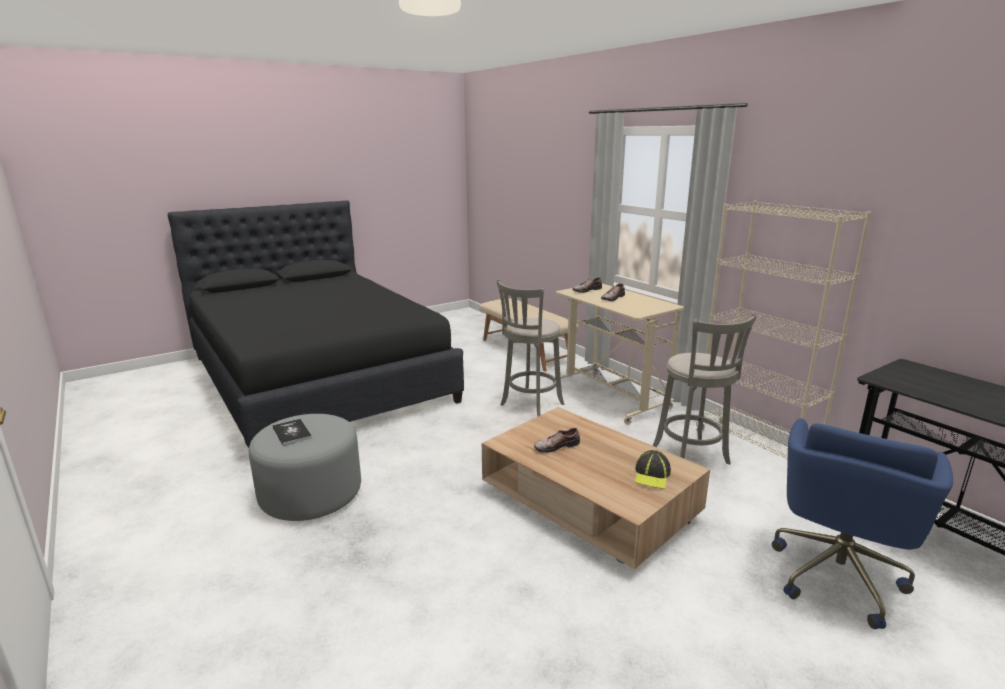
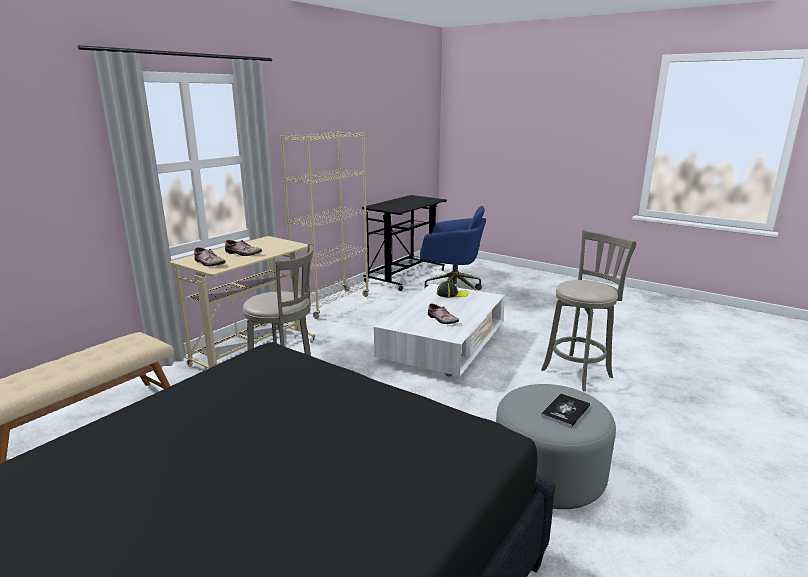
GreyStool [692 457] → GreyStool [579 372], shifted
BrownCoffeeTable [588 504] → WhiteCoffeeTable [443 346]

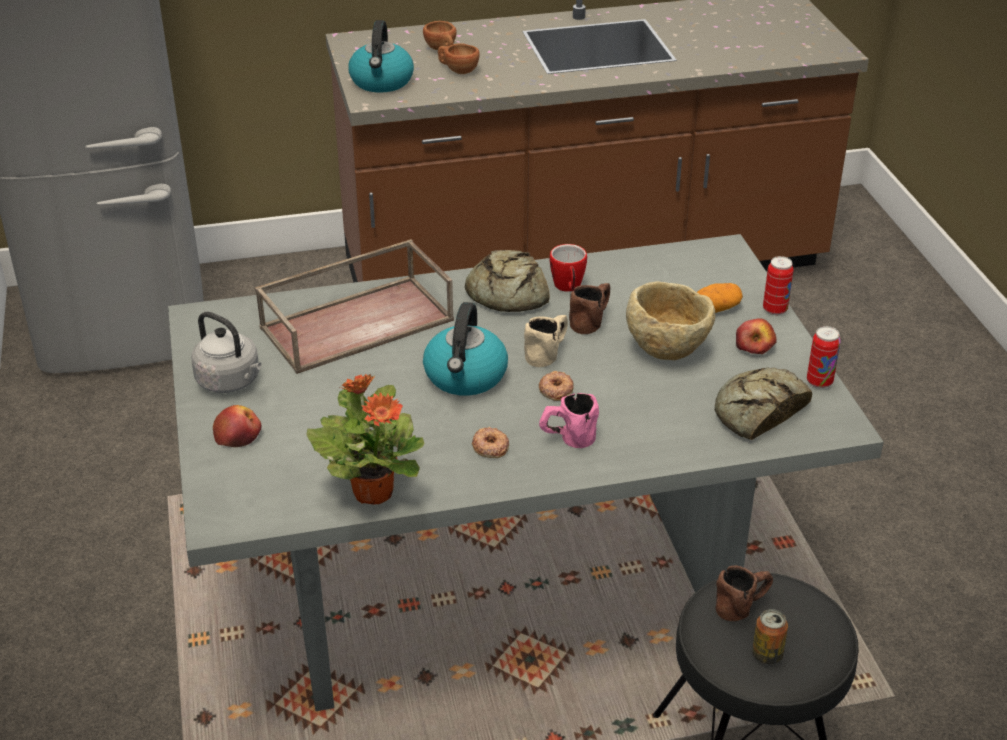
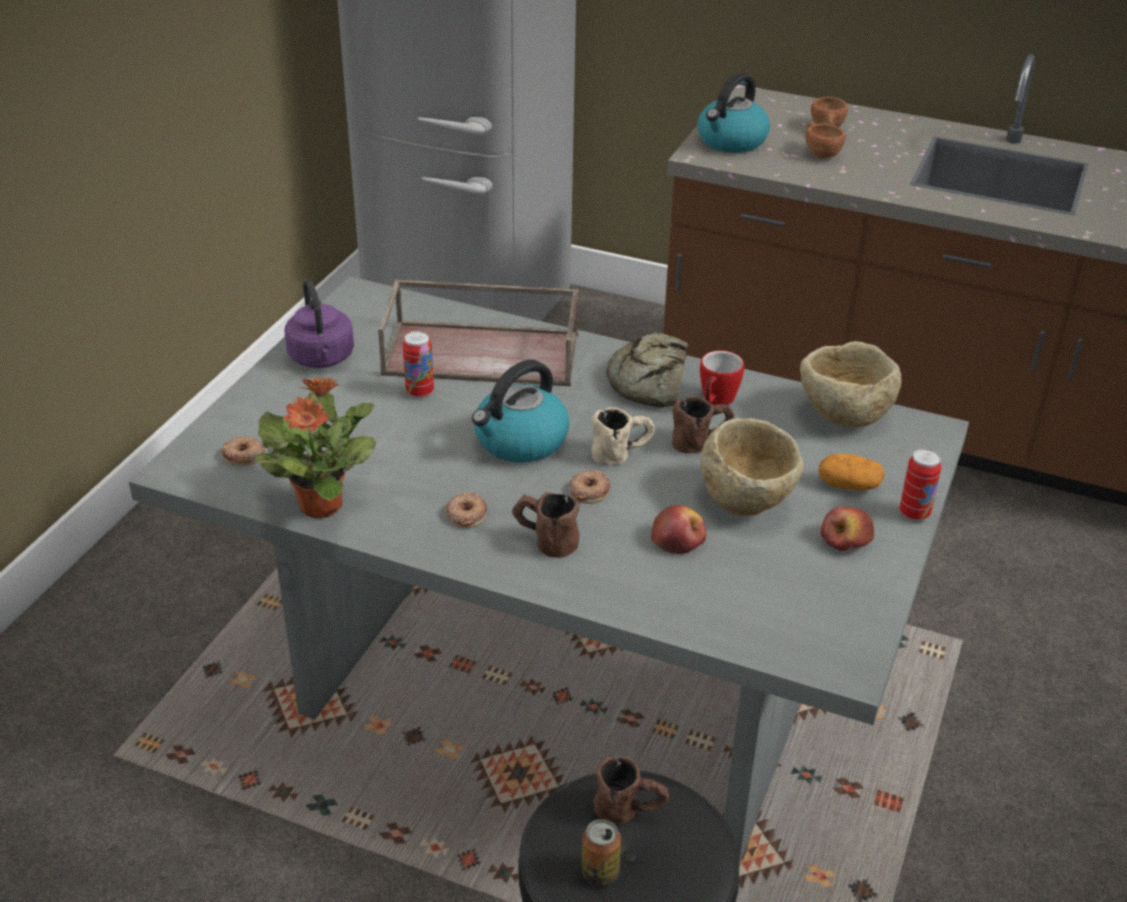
Bread [758 411] → -
- → Donut [243 456]
- → BeigeBowl [843 415]
Apple [238 435] → Apple [678 539], shifted
Can [819 382] → Can [419 392], shifted
GreyKettle [231 381] → PurpleKettle [322 359]
PinkMug [567 439] → BrownMug [544 541]

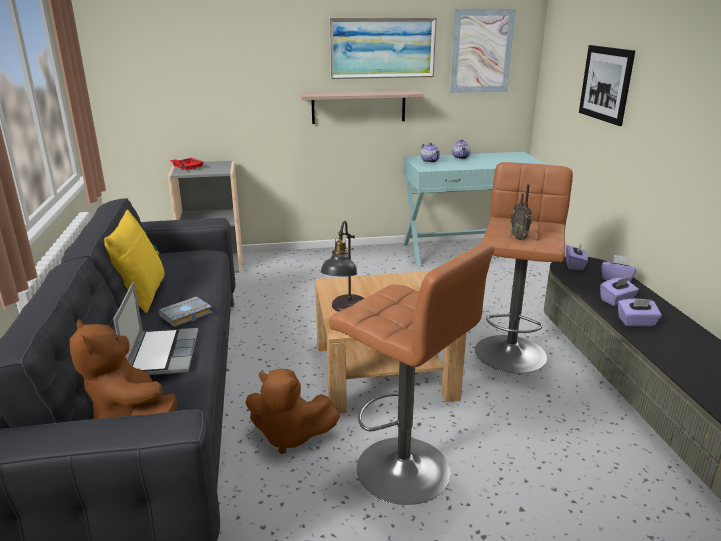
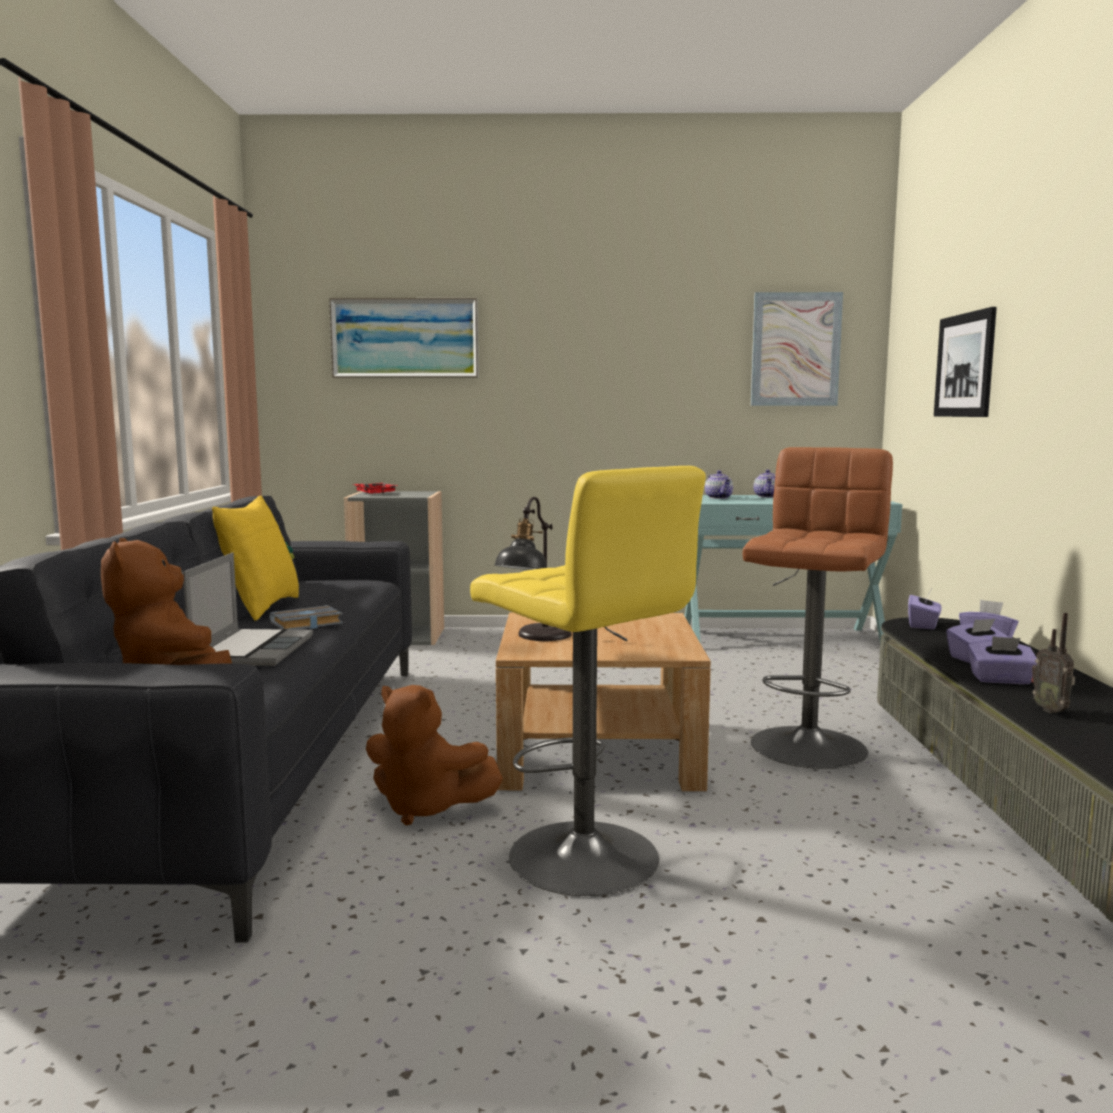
Shelf [358 107] → -
Picture [382 48] → Picture [405 338], shifted
Radio [519 238] → Radio [1051 710], shifted
BrownStool [403 470] → YellowStool [583 858]

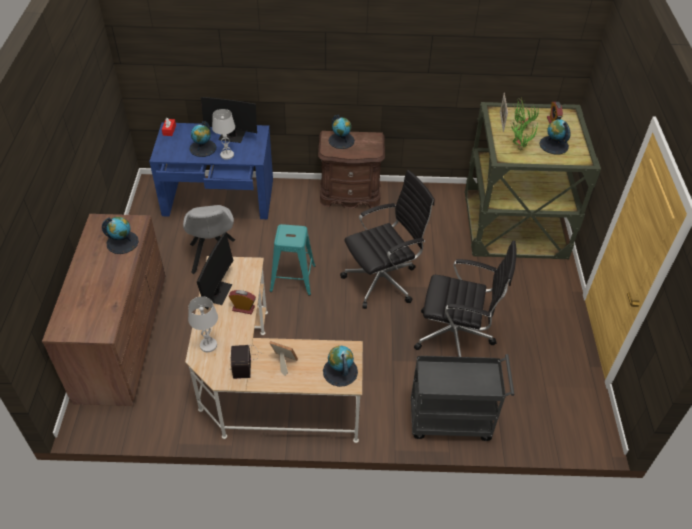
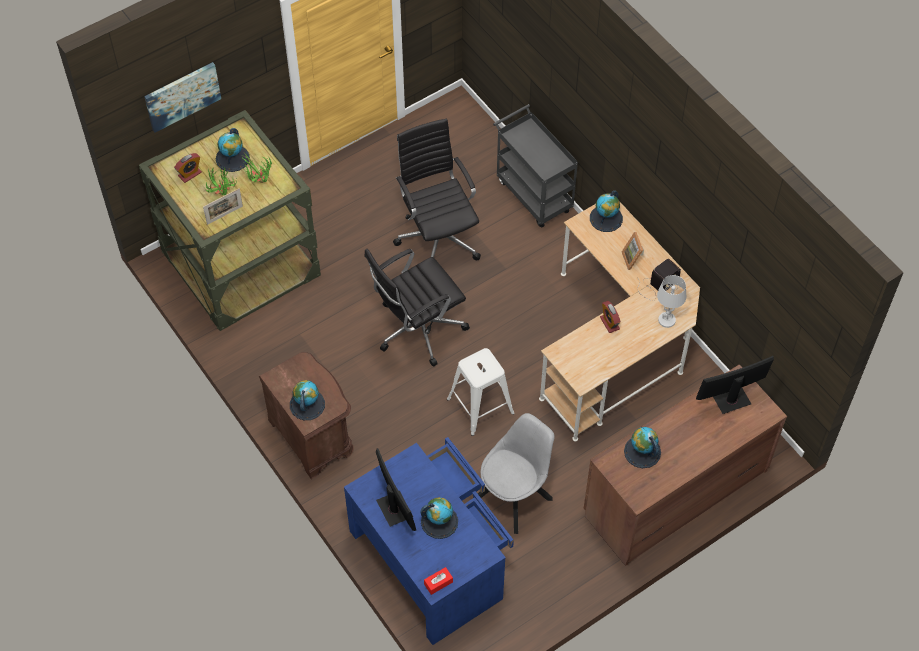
WhiteTableLamp [227 155] → -
- → Picture [182 96]
Monitor [217 292] → Monitor [731 399], shifted
TurquoiseStool [293 278] → WhiteStool [479 405]
BlackOfficeChair [383 280] → BlackOfficeChair [417 329], 60 degrees counterclockwise

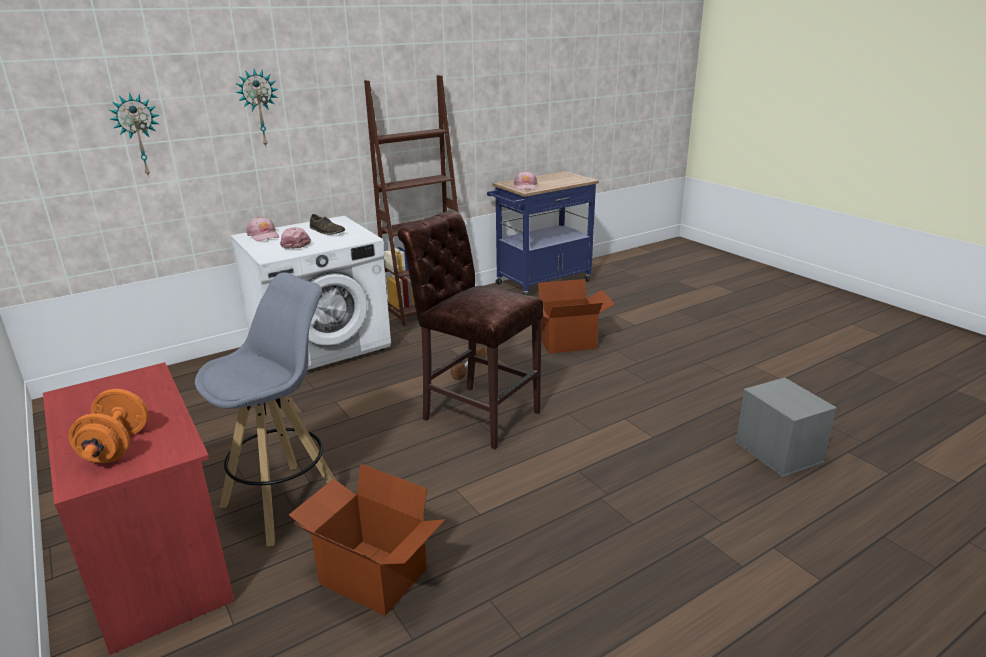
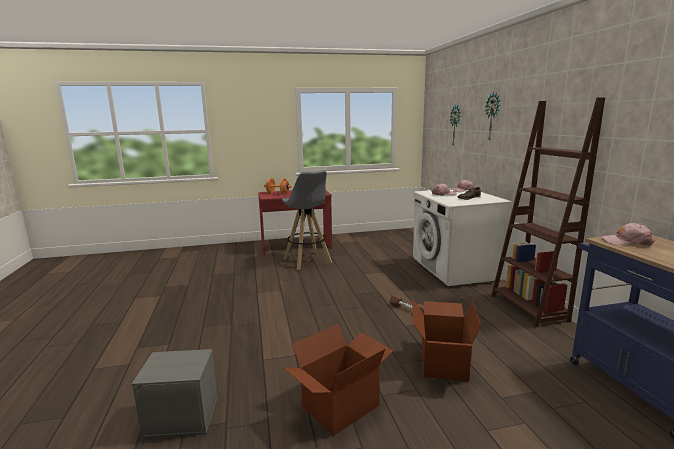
BrownStool [476 413] → -
CardboardBox [372 578] → CardboardBox [339 405], shifted

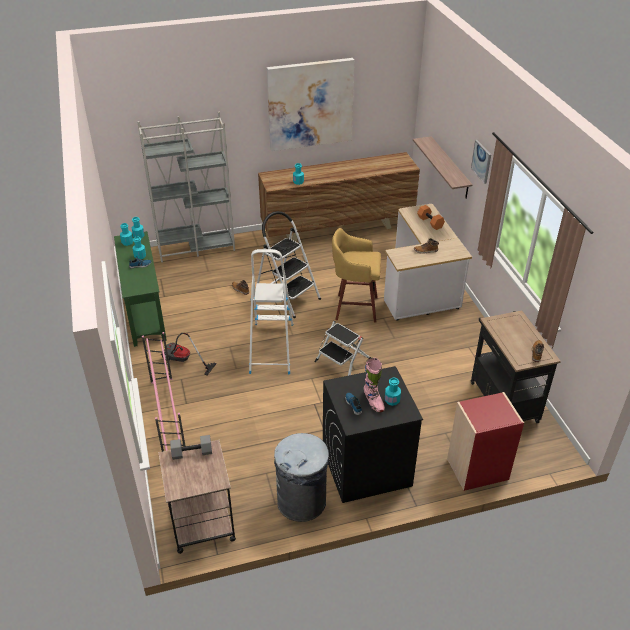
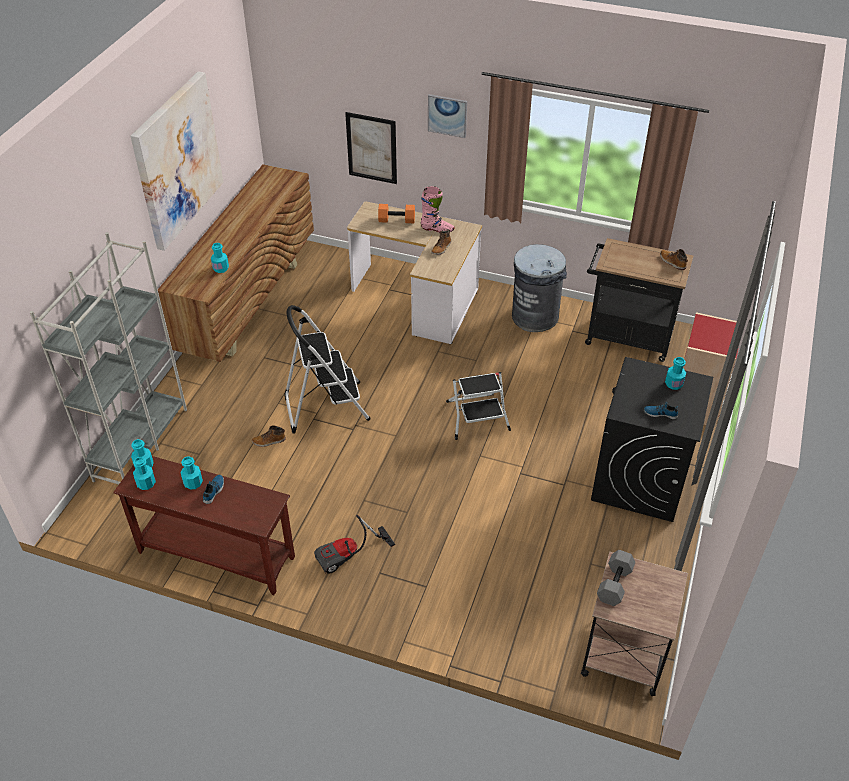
PinkShoeRack [168 419] → -
WhiteStepLadder [272 347] → -
YellowStool [354 308] → -
GreyTrashCan [302 501] → GreyTrashCan [535 316], shifted
PinkBoot [373 401] → PinkBoot [437 229], shifted
Shelf [449 168] → Picture [371 148]
GreenConsoleTable [144 312] → BrownConsoleTable [216 555]

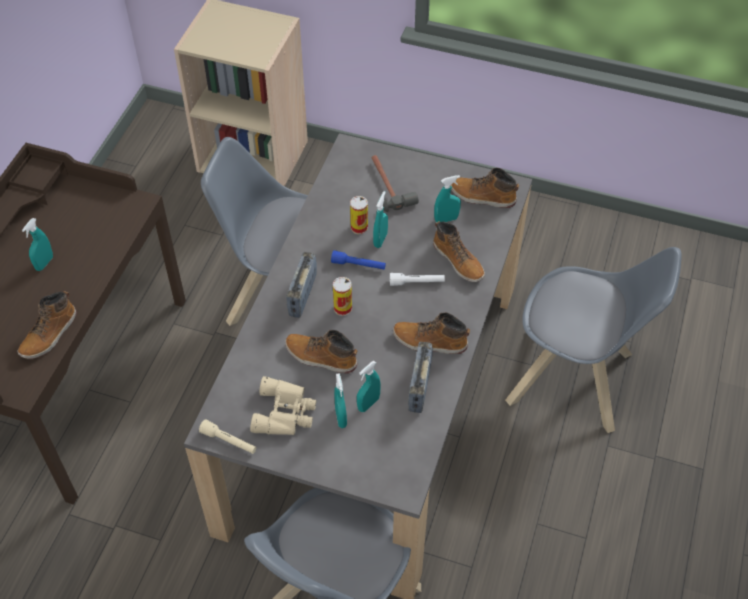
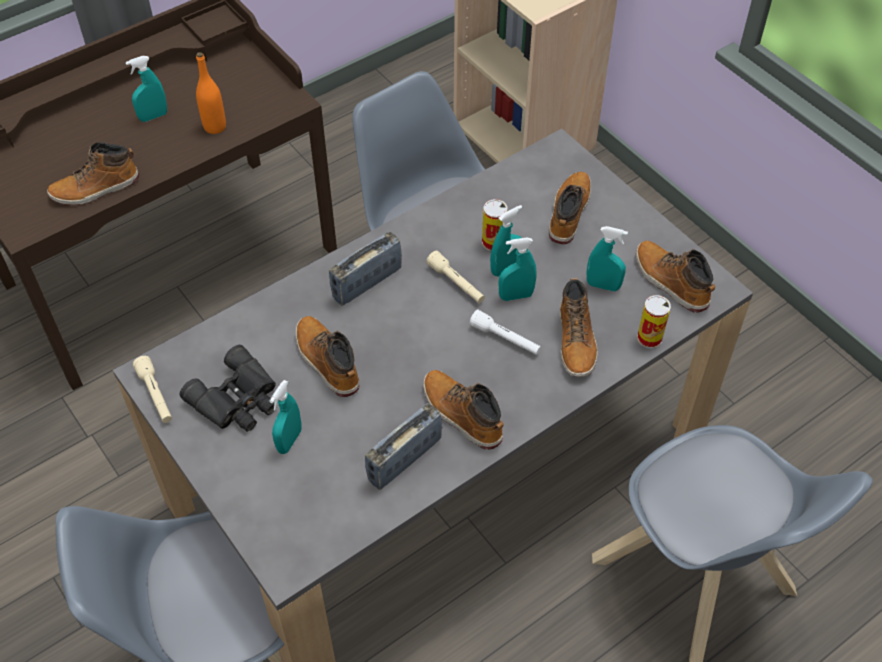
- → OrangeBottle [215 127]
Can [343 308] → Can [649 338], shifted
TurquoiseSprayBottle [368 404] → TurquoiseSprayBottle [516 296], shifted
Hammer [388 185] → Boot [568 212]
BeigeBinoculars [286 412] → BlackBinoculars [238 400]
BlueFlashlight [358 265] → BeigeFlashlight [456 283]

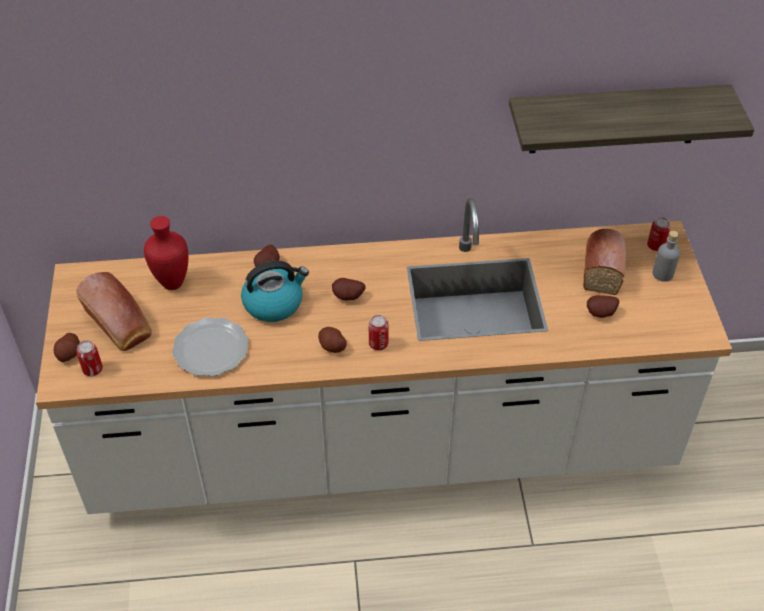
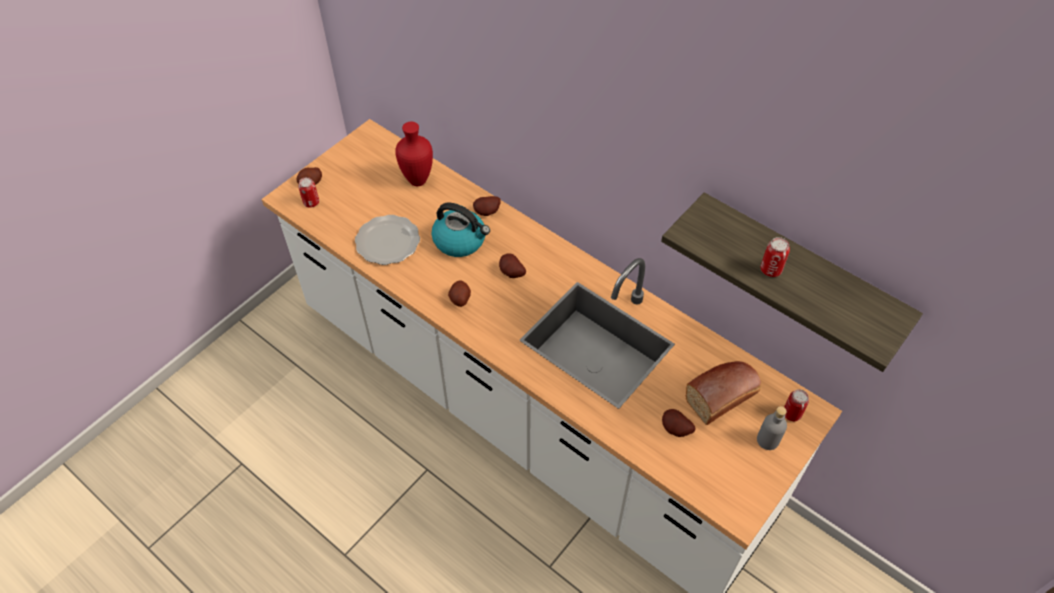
Bread [119 325] → -
Can [378 344] → Can [770 269], shifted

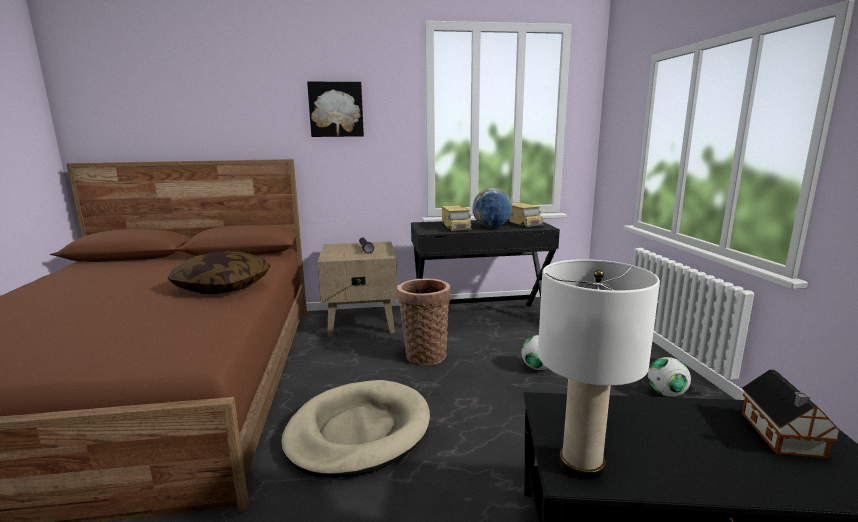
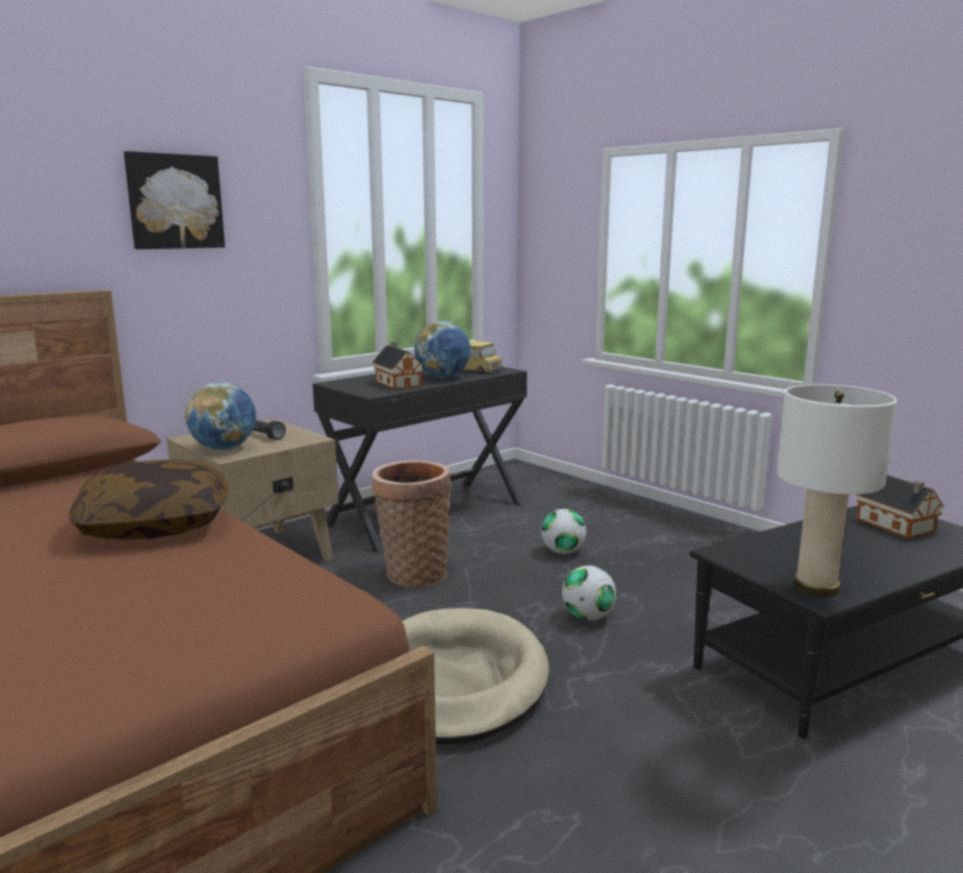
- → Globe [224 448]
Football [666 393] → Football [588 617], shifted
ToyTruck [455 227] → ToyHouse [398 383]

